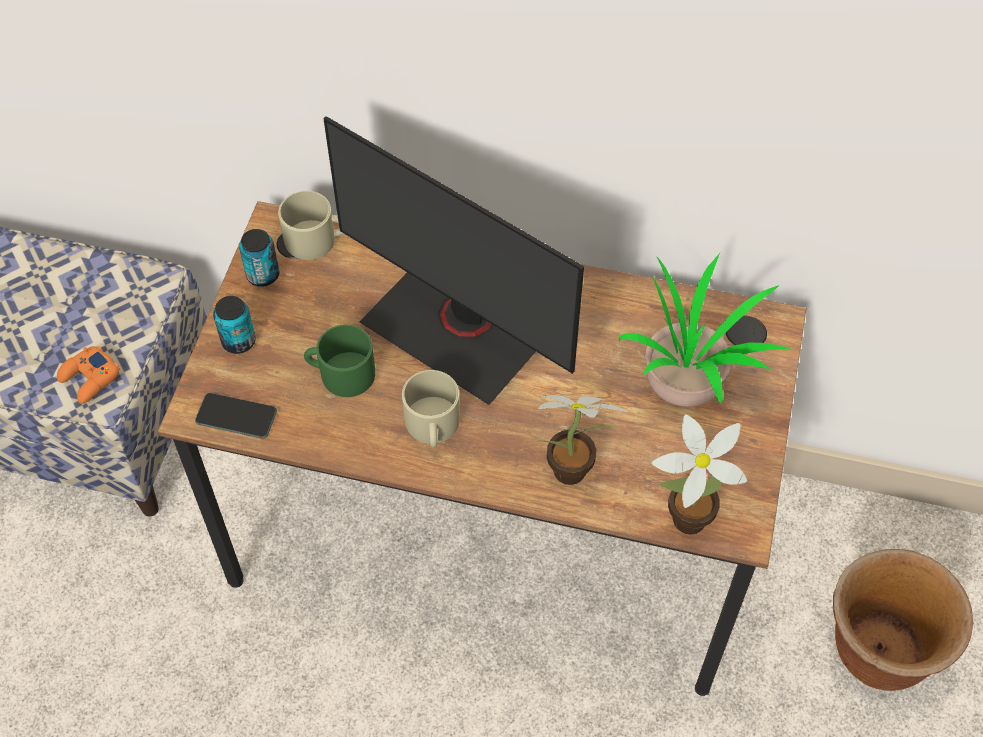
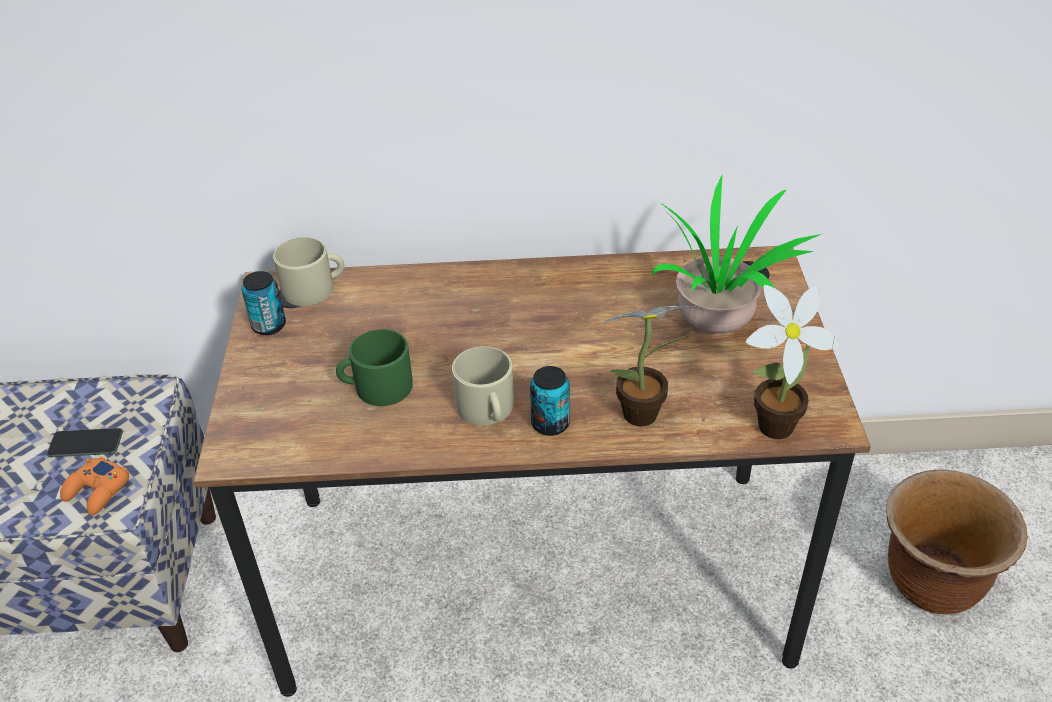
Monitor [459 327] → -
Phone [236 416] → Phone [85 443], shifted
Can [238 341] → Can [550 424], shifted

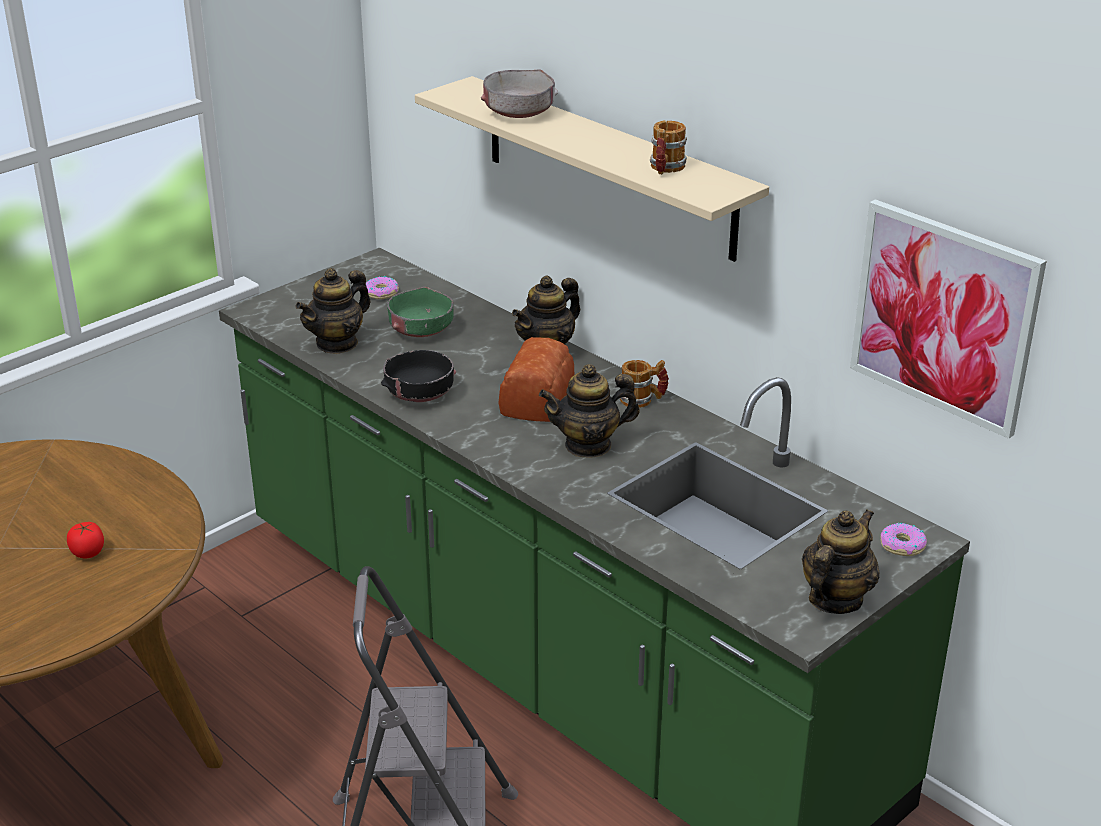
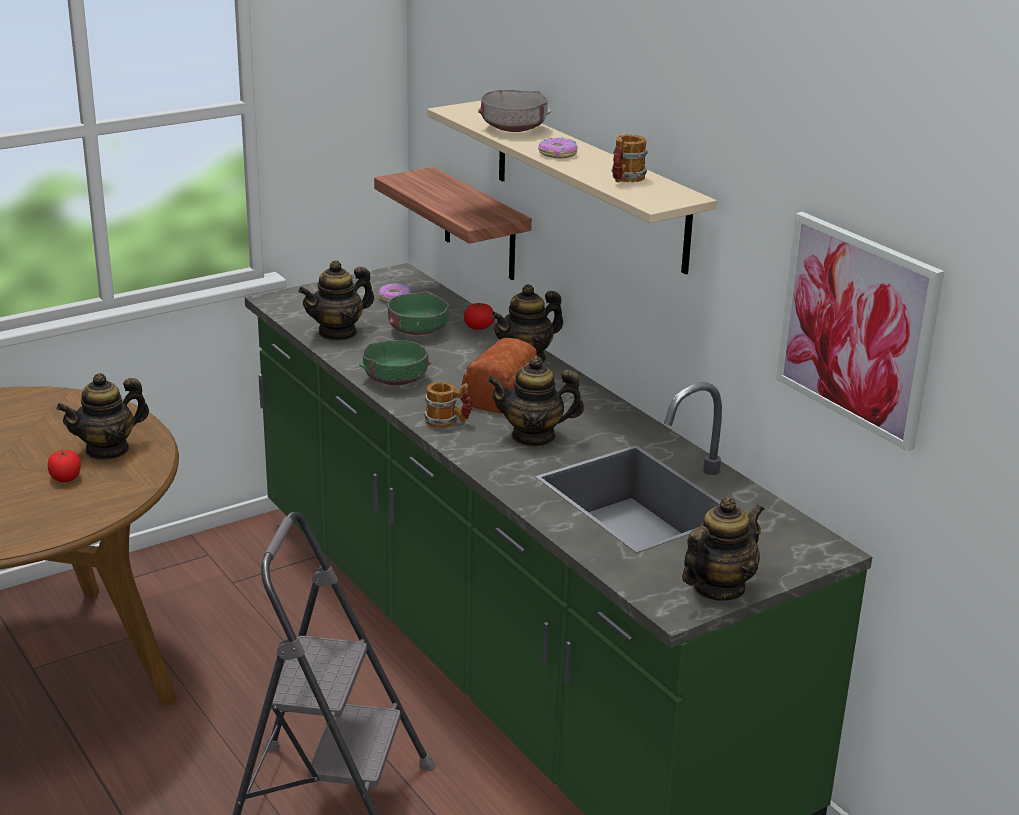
- → Teapot [108 450]
- → Shelf [480 225]
- → Tomato [479 327]
Mug [643 400] → Mug [448 422], shifted
Donut [902 546] → Donut [557 154], shifted
BlackBowl [420 394] → GreenBowl [396 379]

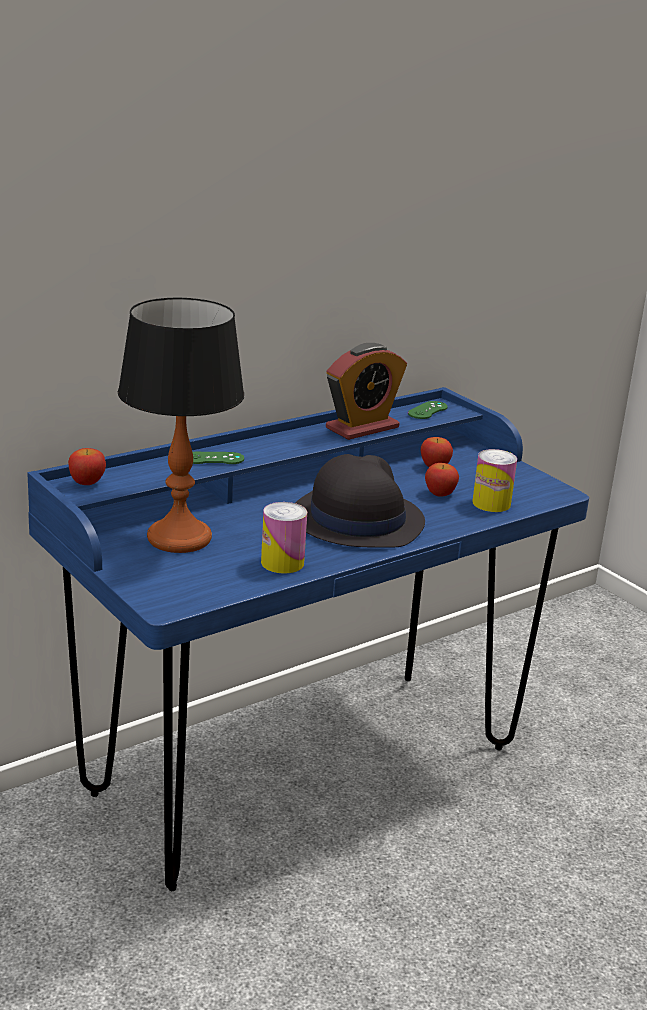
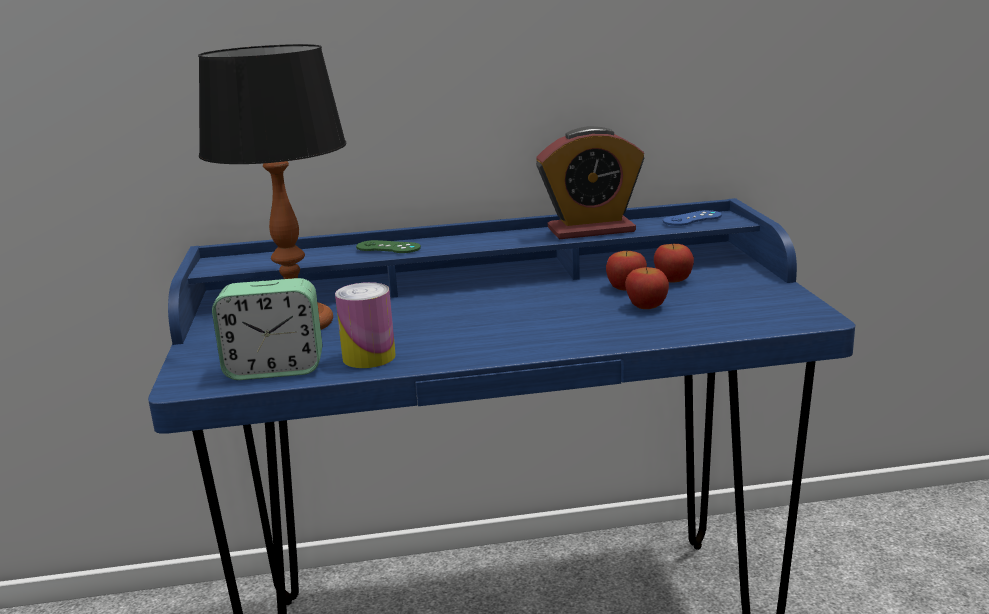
BlackHat [356 519] → -
Can [491 503] → -
- → AlarmClock [275 369]
Apple [87 482] → Apple [626 288], shifted
GreenGameController [427 410] → BlueGameController [692 219]

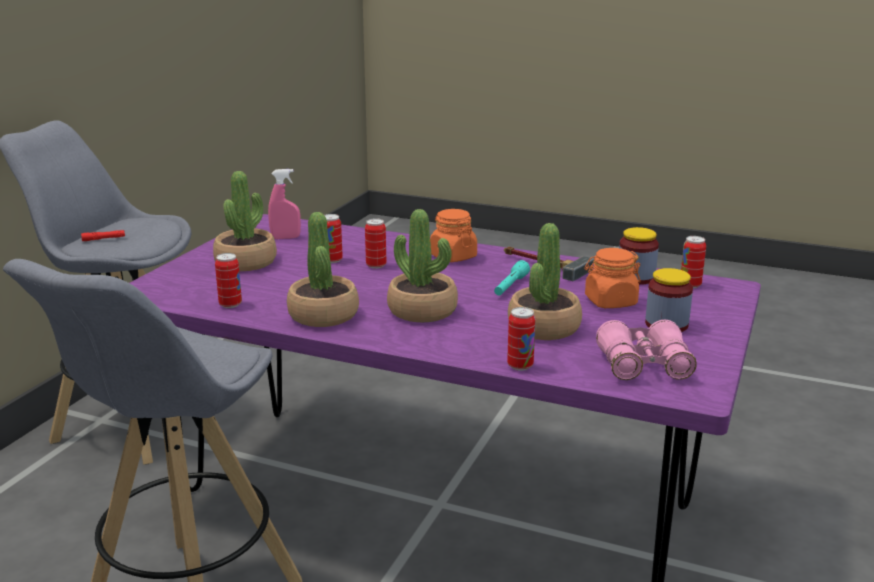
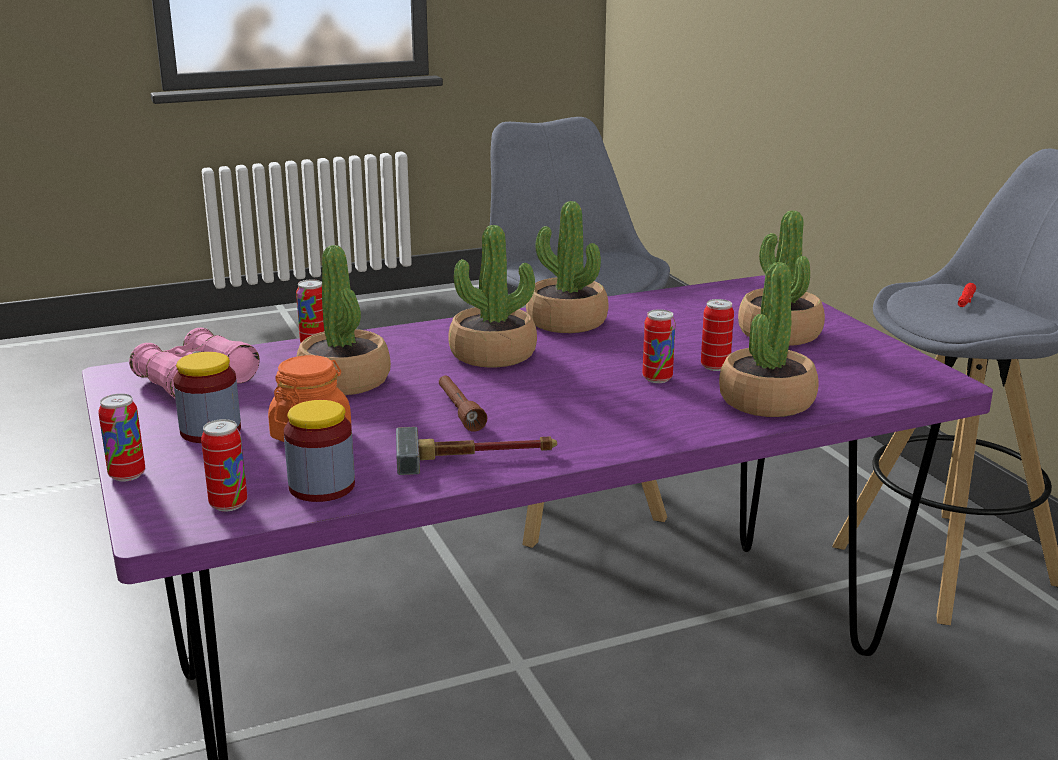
PinkSprayBottle [285 238] → -
OrangeJar [452 256] → -
- → PottedPlant [766 401]
Can [230 304] → Can [127 475], shifted
TurquoiseFlashlight [510 286] → BrownFlashlight [459 411]

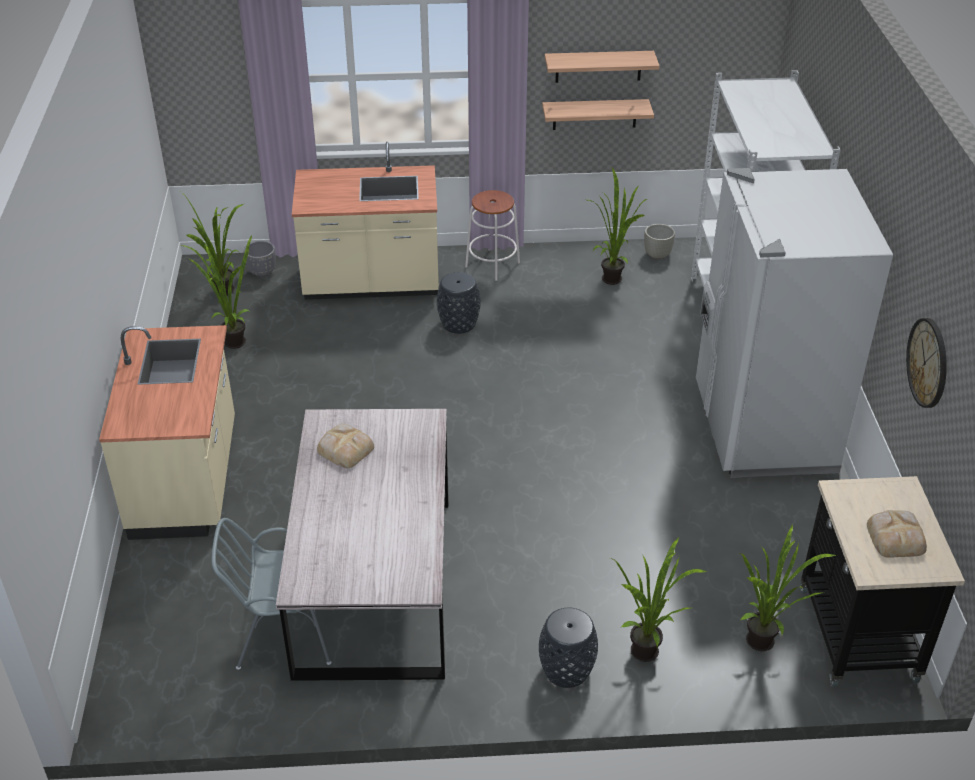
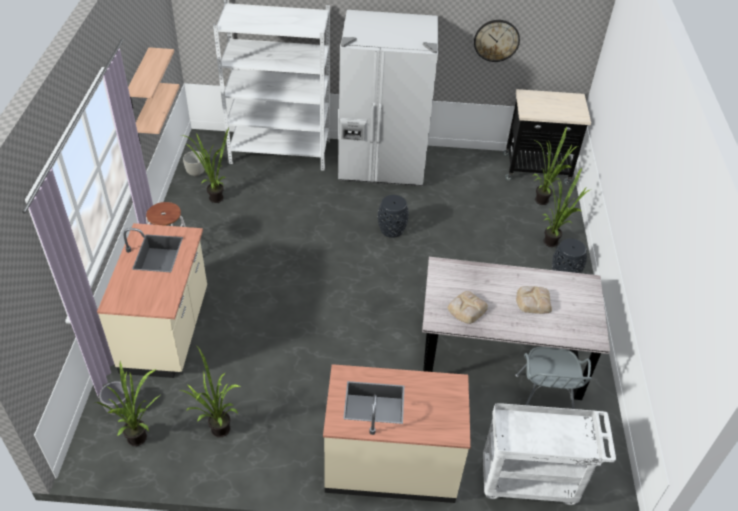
- → WhiteCart [532 484]
BlackStool [459 324] → BlackStool [392 230], shifted
Bread [896 537] → Bread [533 301], shifted

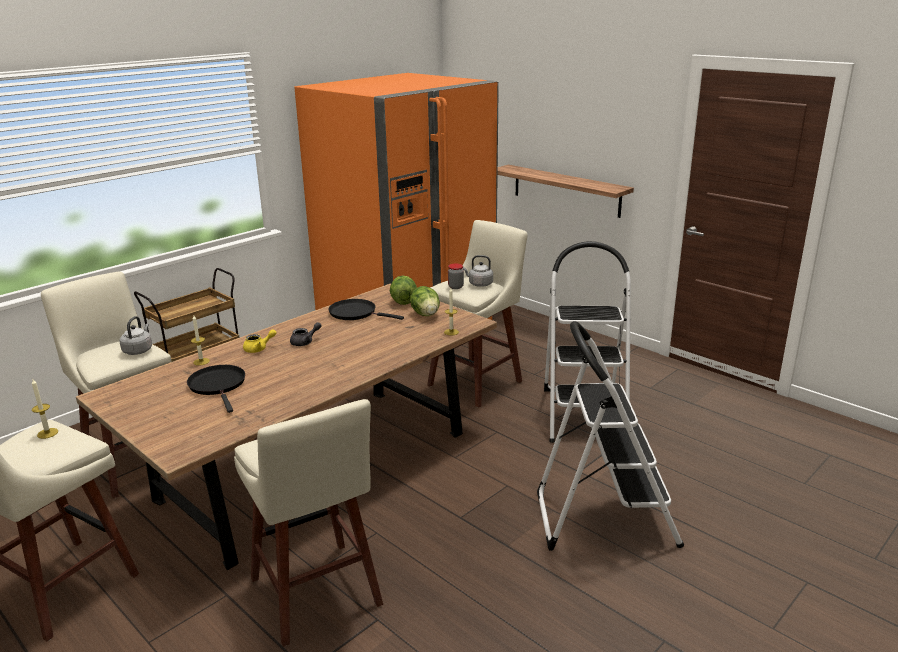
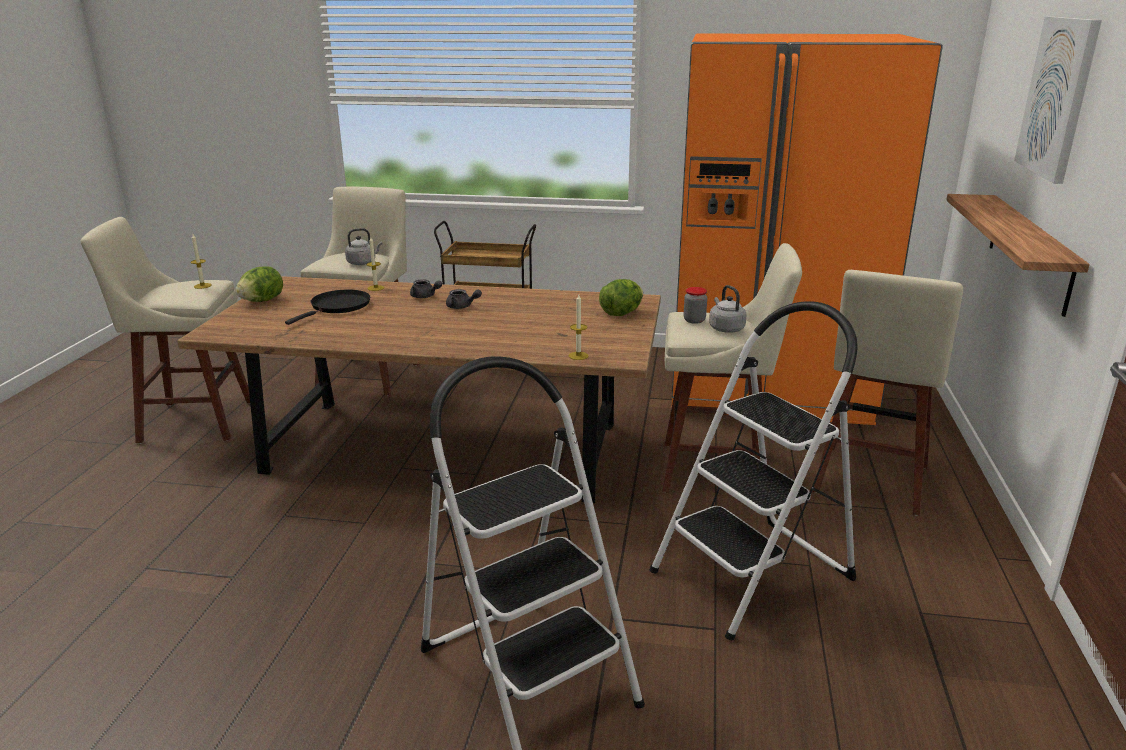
BlackFryingPan [356 313] → -
- → Picture [1058 97]
BeigeStool [316 595] → BeigeStool [869 481], shifted
Lettuce [426 314] → Lettuce [262 301], shifted
YellowTeapot [259 349] → GreyTeapot [425 296]

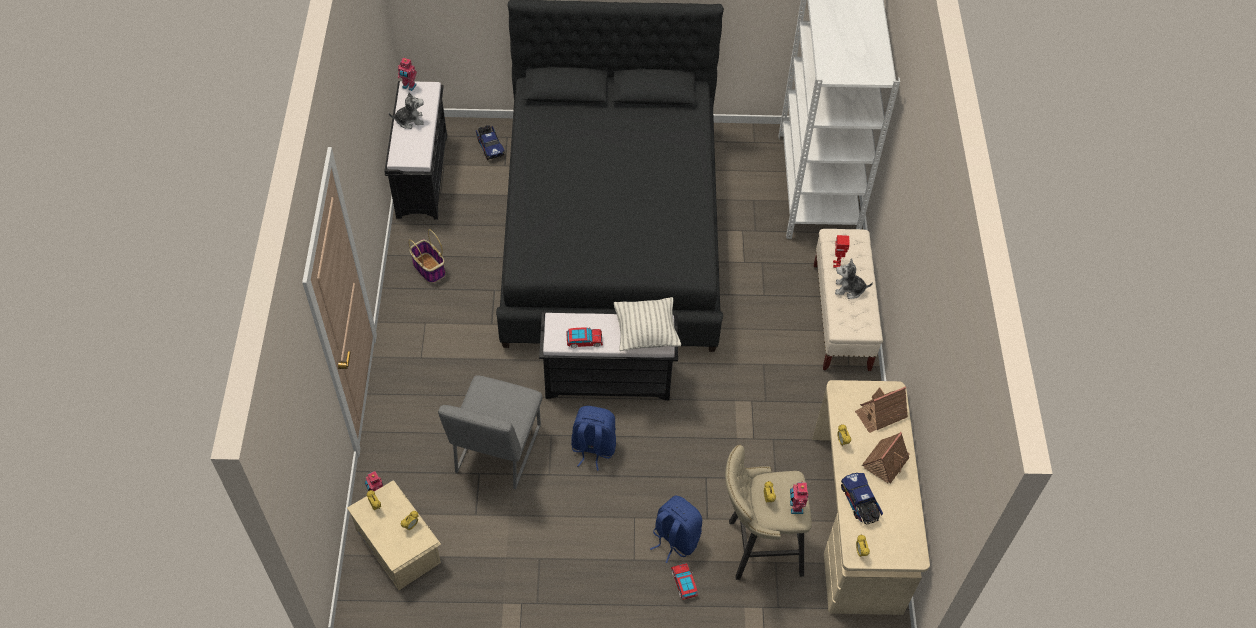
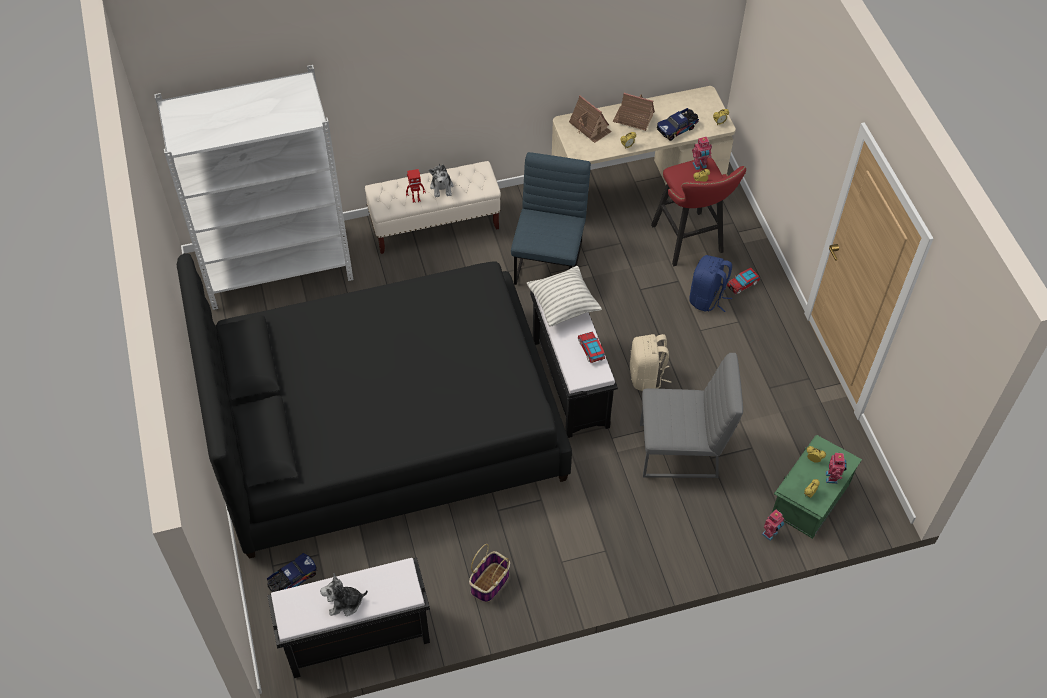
- → BlueChair [549 260]
ToyRobot [409 87] → ToyRobot [832 477], shifted
BeigeStorageBox [399 545] → GreenStorageBox [809 498]
BlueBackpack [593 448] → BeigeBackpack [646 376]
BeigeStool [755 548] → RedStool [690 245]
PlushToy [409 120] → PlushToy [345 603], 75 degrees counterclockwise

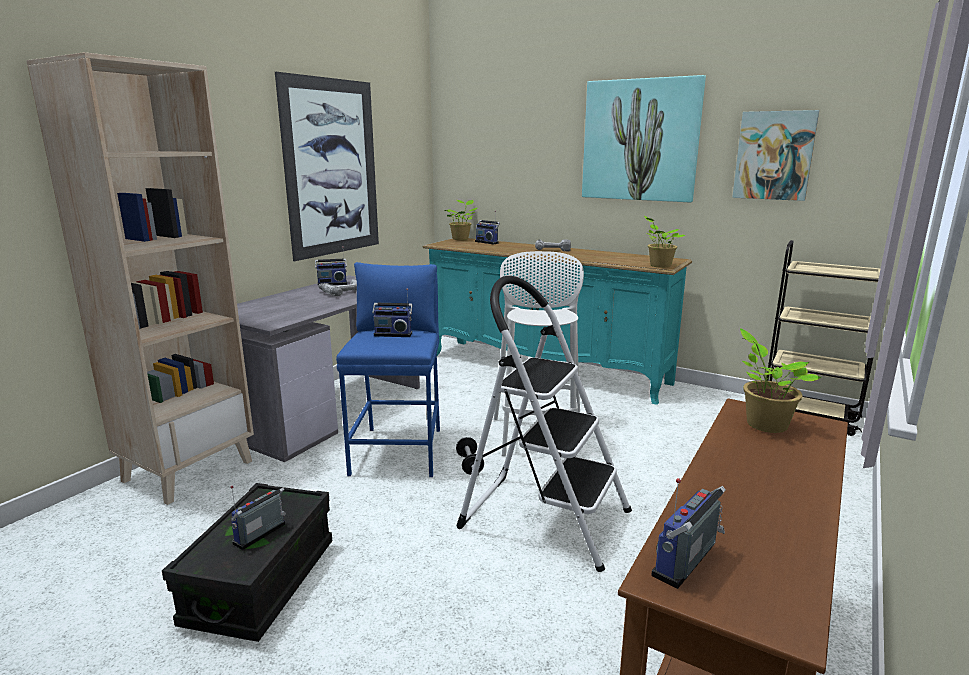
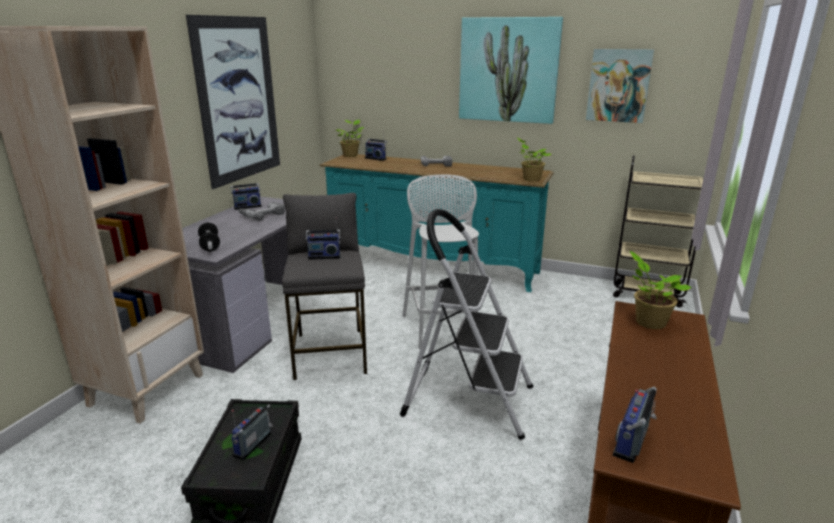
Dumbbell [469 465] → Dumbbell [210 245], shifted
BlueStool [399 451] → GreyStool [330 353]

